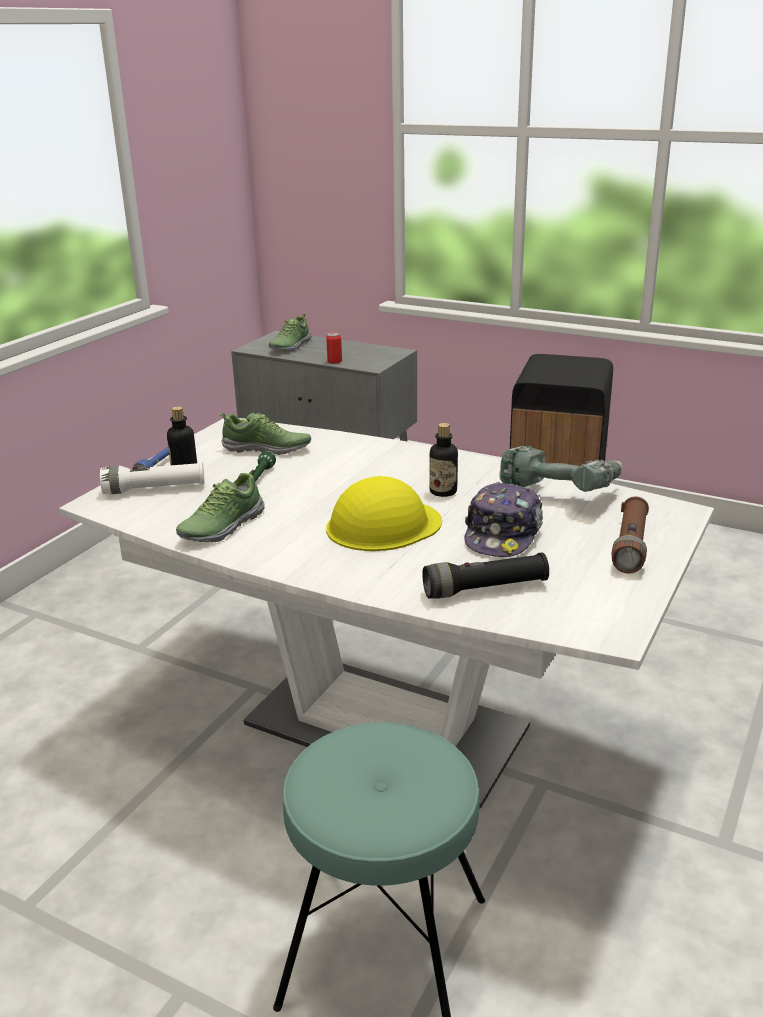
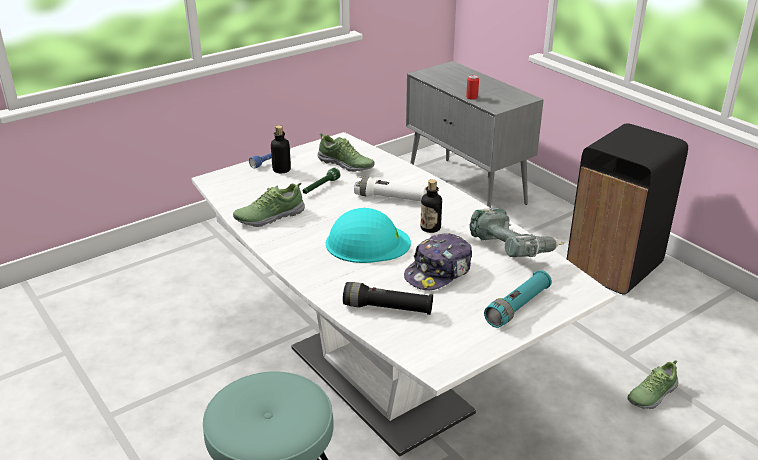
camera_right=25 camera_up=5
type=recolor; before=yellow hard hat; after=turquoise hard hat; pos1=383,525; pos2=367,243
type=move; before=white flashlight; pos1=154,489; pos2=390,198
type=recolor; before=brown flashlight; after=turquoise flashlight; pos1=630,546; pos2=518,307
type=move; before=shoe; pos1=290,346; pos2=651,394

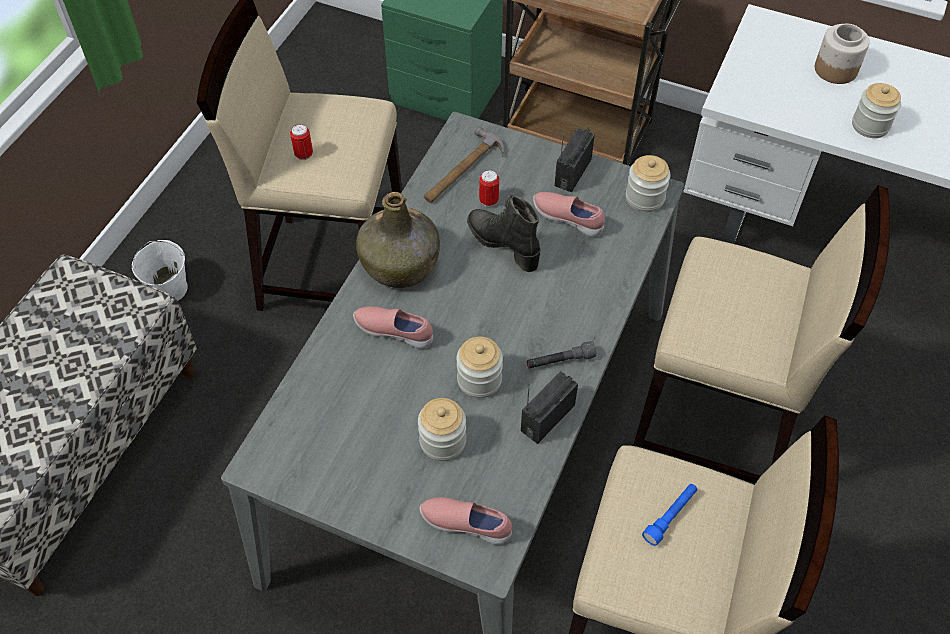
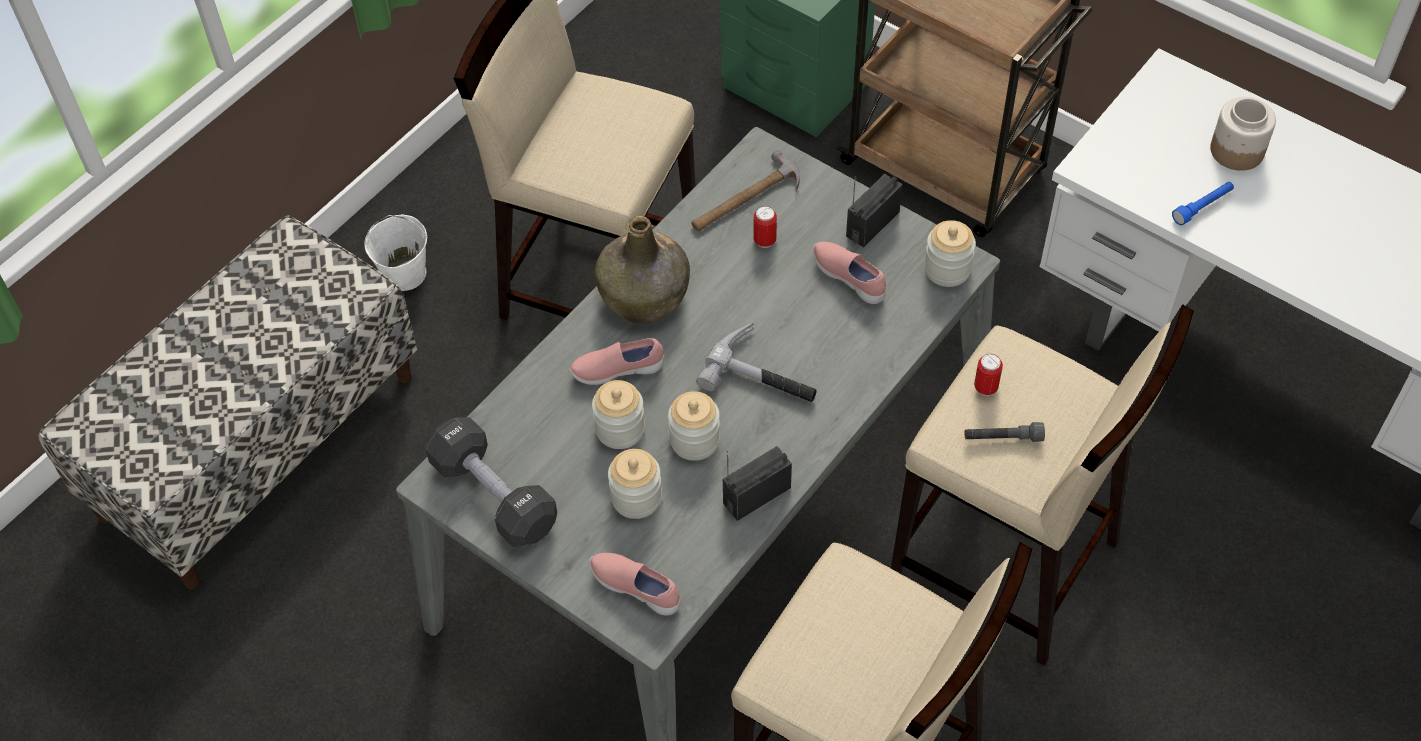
camera_right=15 camera_up=0
type=insert; after=black dumbbell; pos2=494,495
type=rotate; before=pink shoe; pos1=394,331; pos2=617,370; turn=-45
type=move; before=jar; pos1=870,125; pos2=620,429
type=insert; after=hammer; pos2=765,374
type=move; before=grey flashlight; pos1=560,361; pos2=1003,438
type=move; before=can; pos1=304,155; pos2=985,388
type=move; before=blue flashlight; pos1=670,516; pos2=1202,207
type=delete; before=black boot; pos1=503,245

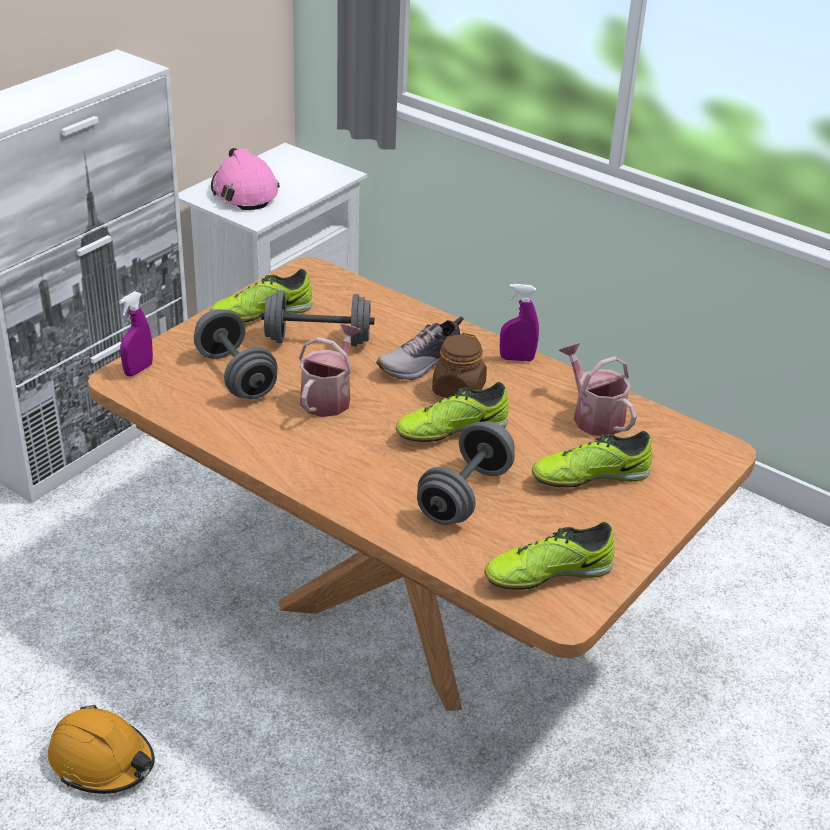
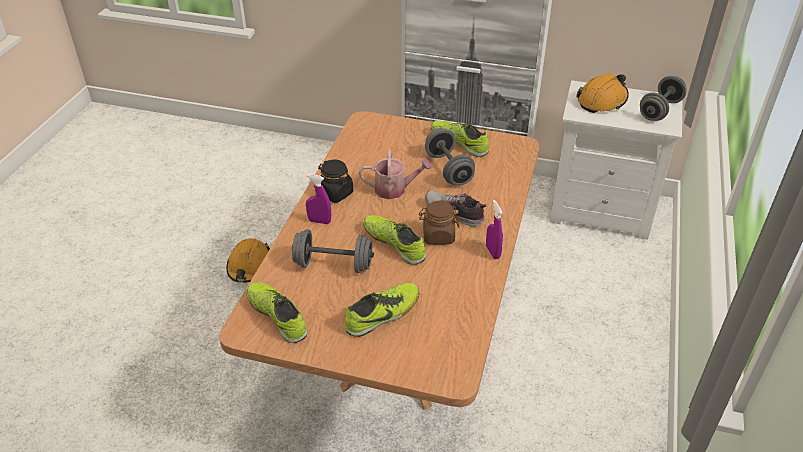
camera_right=70 camera_up=5
type=move; before=purple spray bottle; pos1=138,370; pos2=319,221
type=insert; after=black jar; pos2=335,193
type=rotate; before=shoe; pos1=590,476; pos2=383,314; turn=90
type=recolor; before=pink hard hat; after=orange hard hat; pos1=244,192; pos2=602,101
type=move; before=grey dumbbell; pos1=236,375; pos2=660,110
type=delete; before=watering can; pos1=593,416

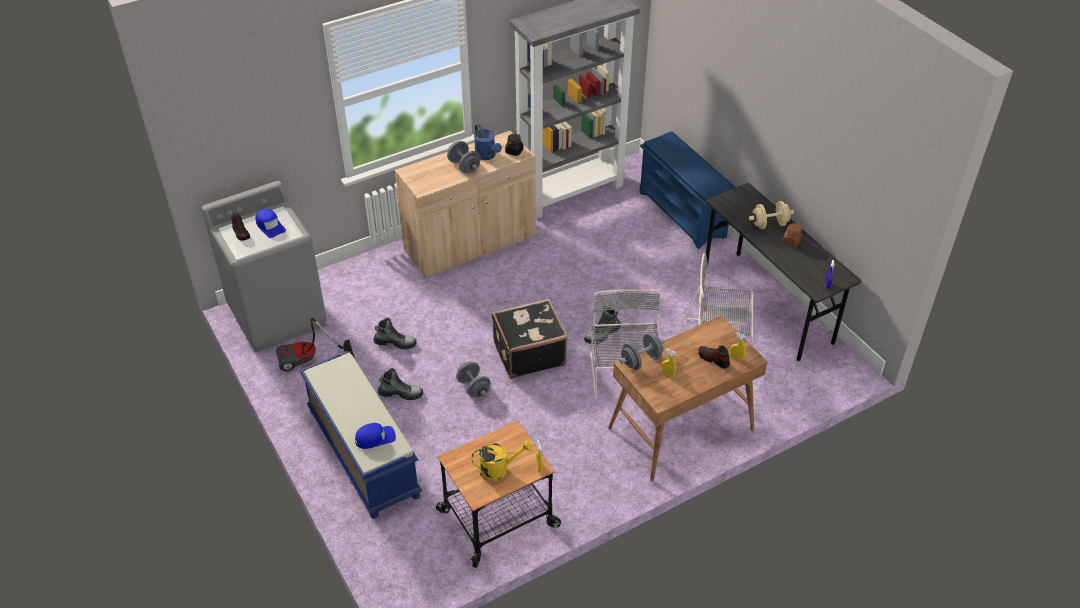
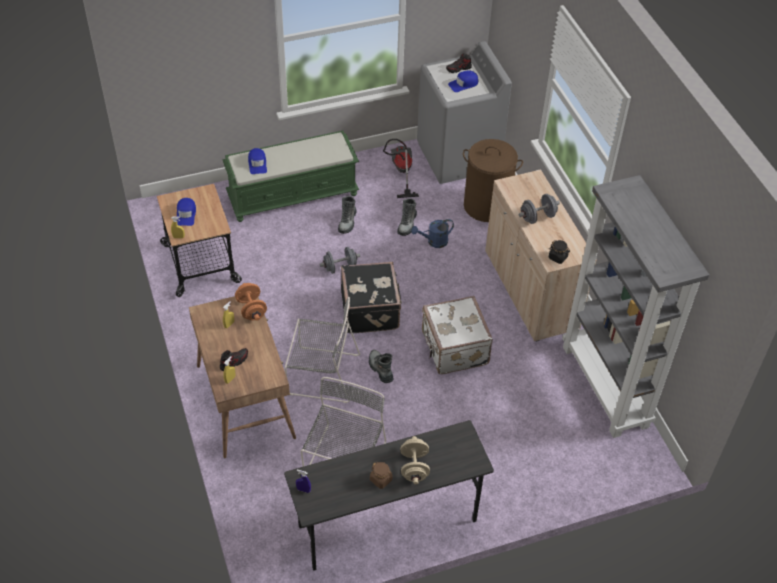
camera_right=100 camera_up=5
type=replace; before=yellow watering can; after=blue cap; pos1=499,469; pos2=186,214
type=recolor; before=blue bench; after=green bench; pos1=362,453; pos2=293,194
type=recolor; before=grey dumbbell; after=orange dumbbell; pos1=641,361; pos2=251,309
type=move; before=blue watering can; pos1=487,156; pos2=434,242
type=insert; after=white suitcase; pos2=453,349
type=insert; after=brown laundry basket; pos2=486,206
type=delete; before=blue shoe rack; pos1=683,214

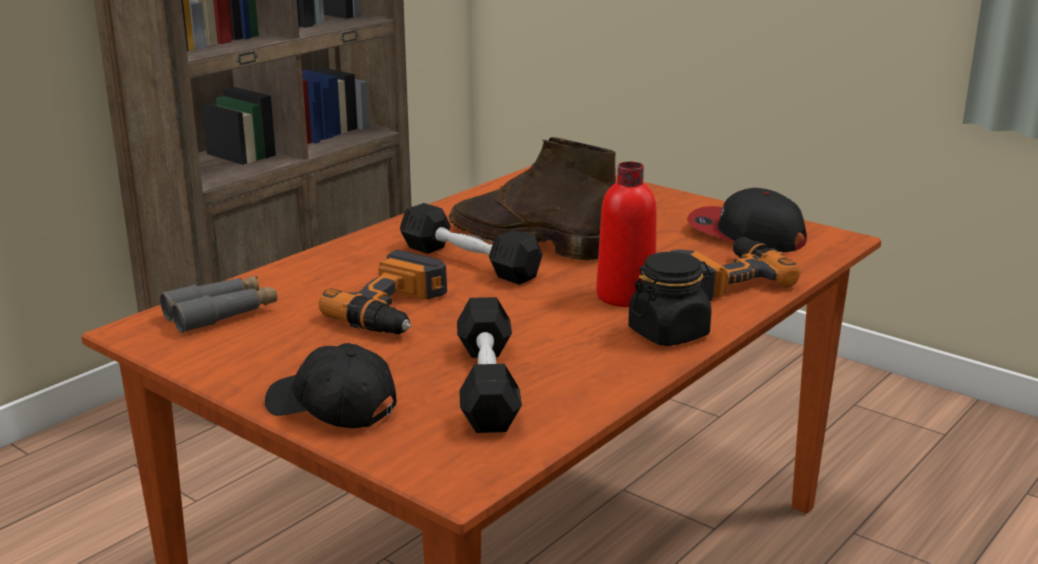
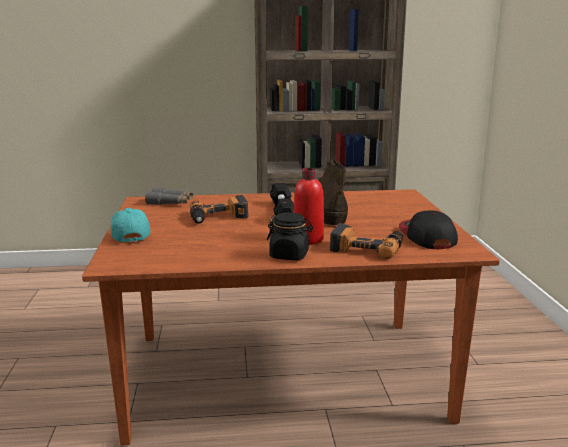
camera_right=45 camera_up=-5
type=recolor; before=black cap; after=turquoise cap; pos1=331,408; pos2=129,235
type=delete; before=black dumbbell; pos1=487,385

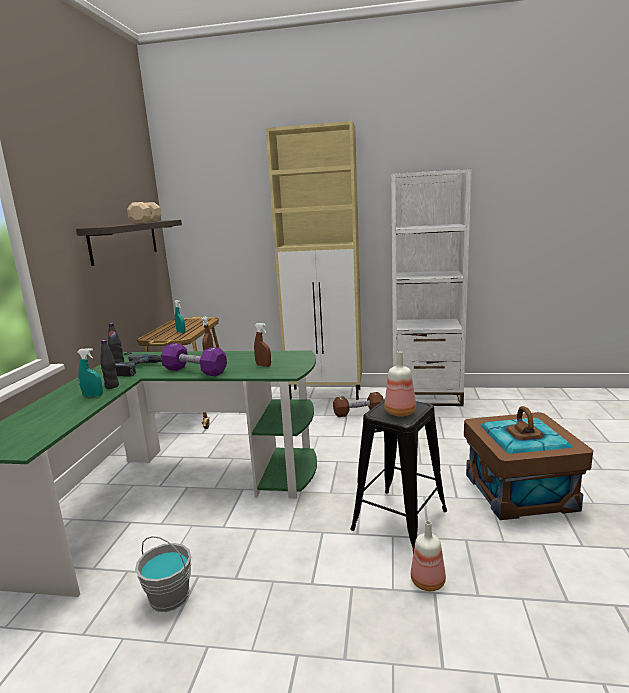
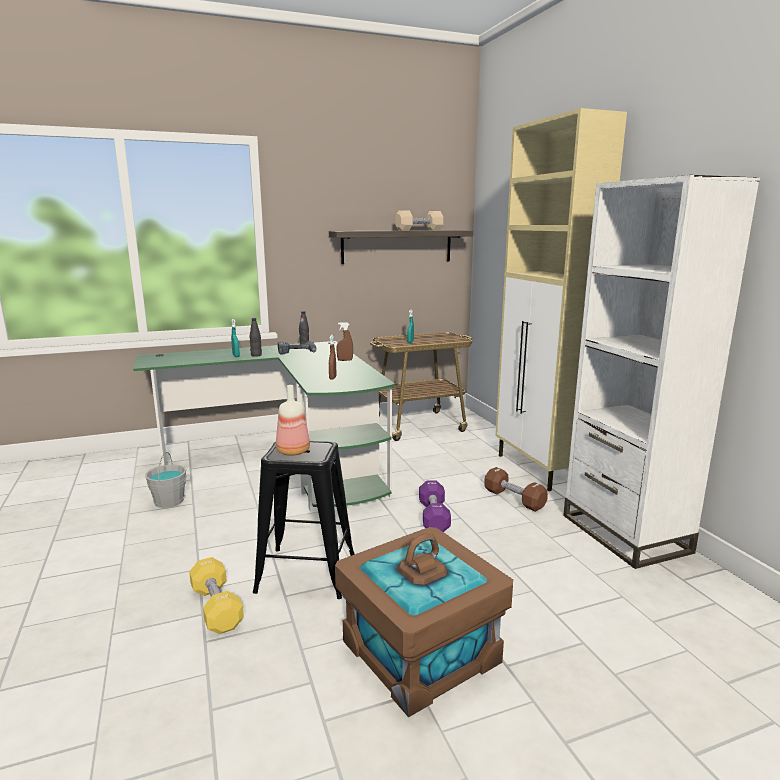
camera_right=60 camera_up=0
type=replace; before=bottle; after=yellow dumbbell; pos1=428,581; pos2=216,607
type=move; before=purple dumbbell; pos1=195,371; pos2=433,517

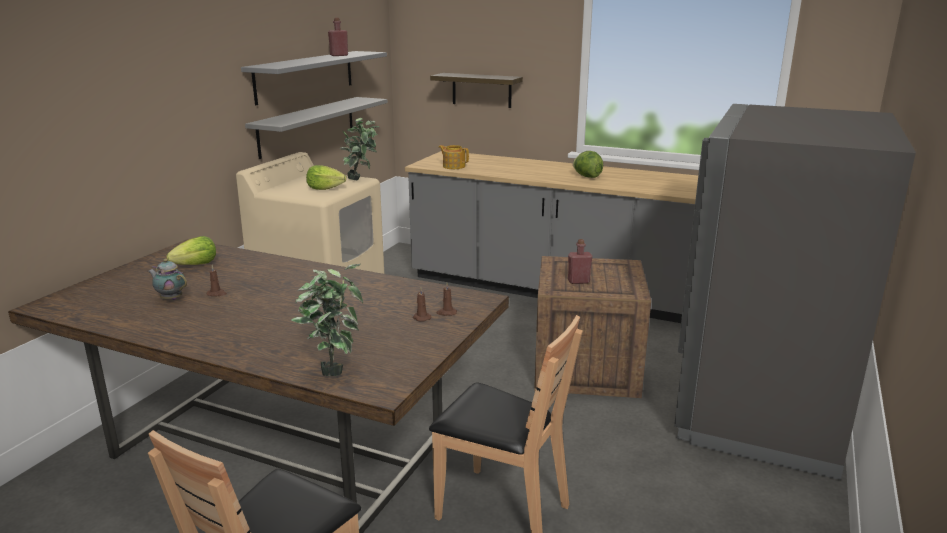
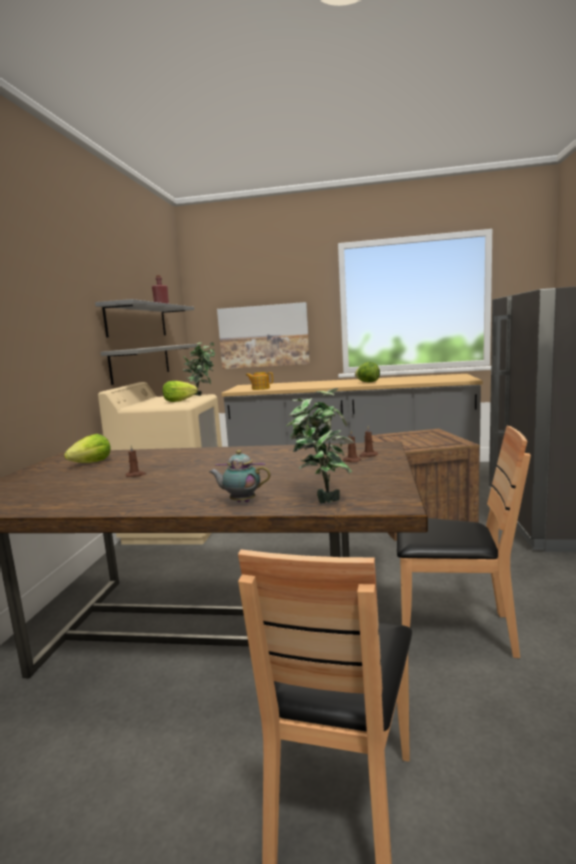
camera_right=-15 camera_up=-10
type=move; before=teapot; pos1=171,298; pos2=241,501
type=replace; before=shelf; after=picture; pos1=481,90; pos2=264,336
type=delete; before=red bottle; pos1=578,281

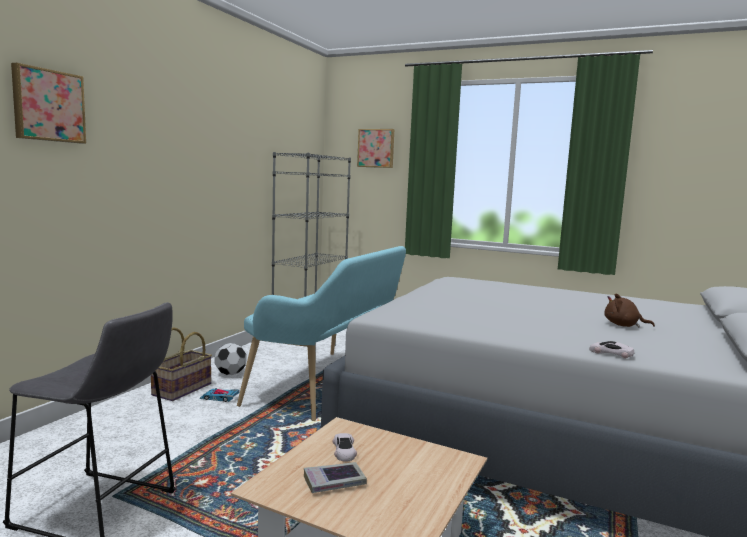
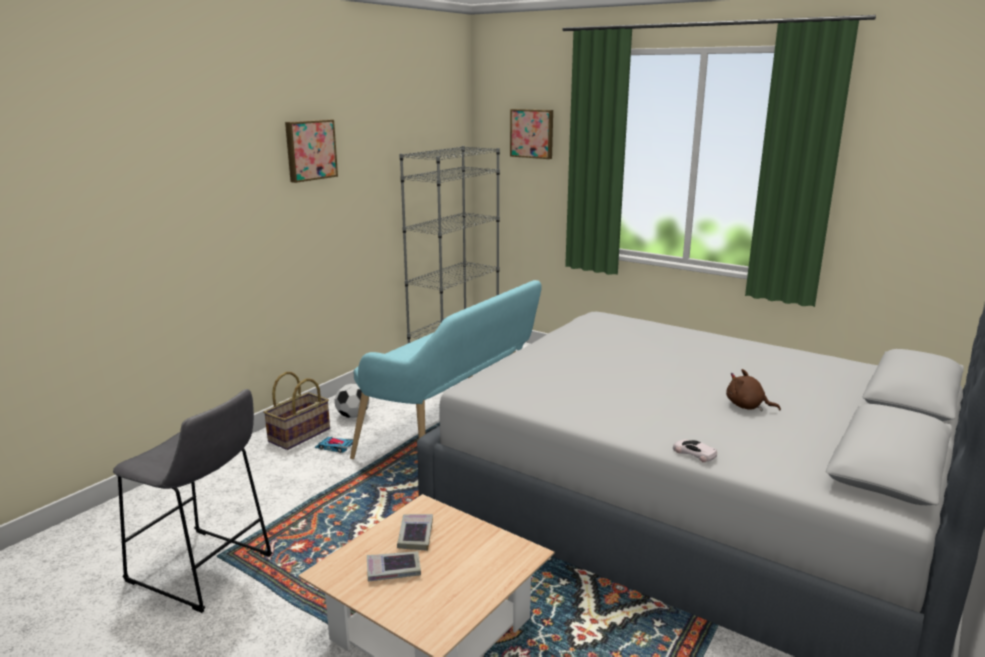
camera_right=10 camera_up=10
type=move; before=picture; pos1=48,105; pos2=310,150
type=replace; before=white toy car; after=book; pos1=344,450; pos2=415,535

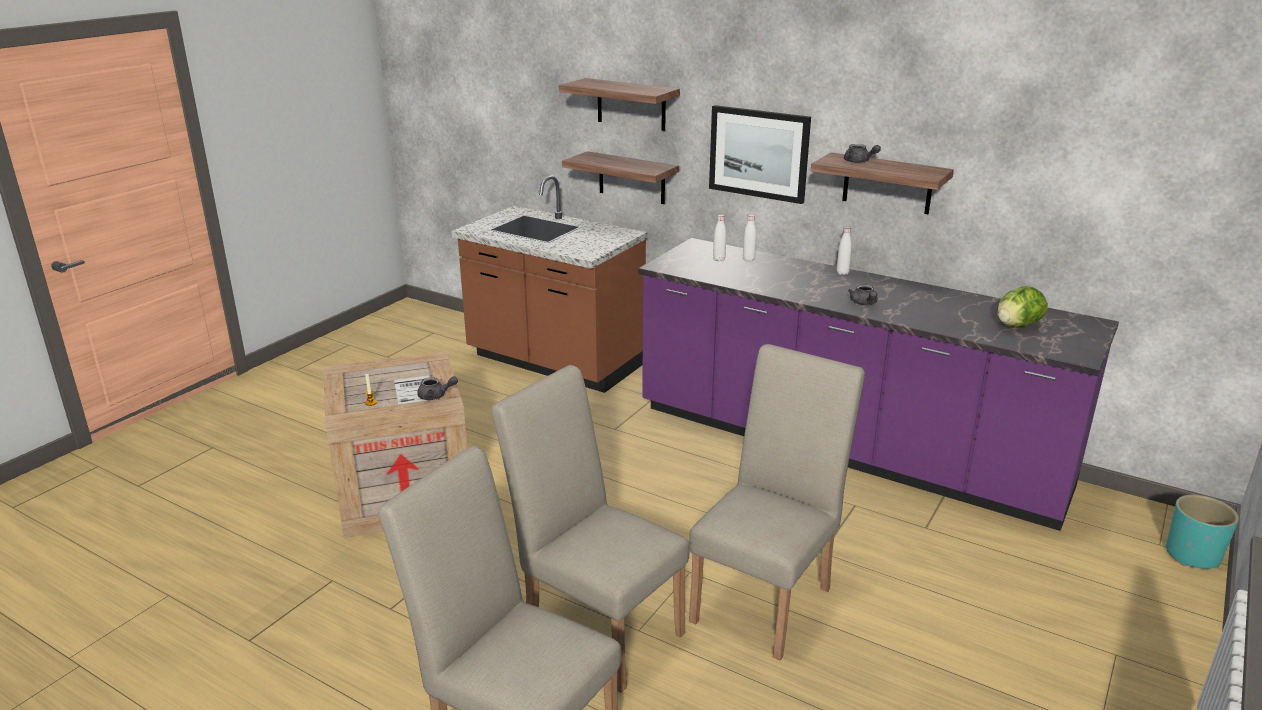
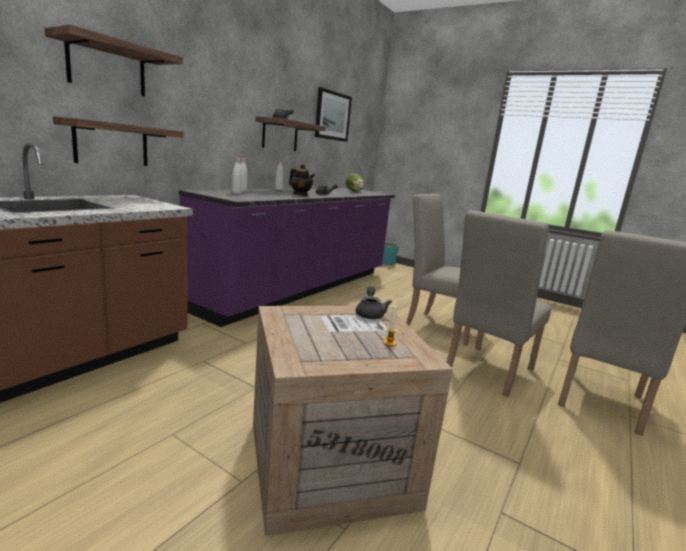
camera_right=-90 camera_up=-10
type=insert; after=teapot; pos2=300,195
type=move; before=picture; pos1=759,153; pos2=332,116

